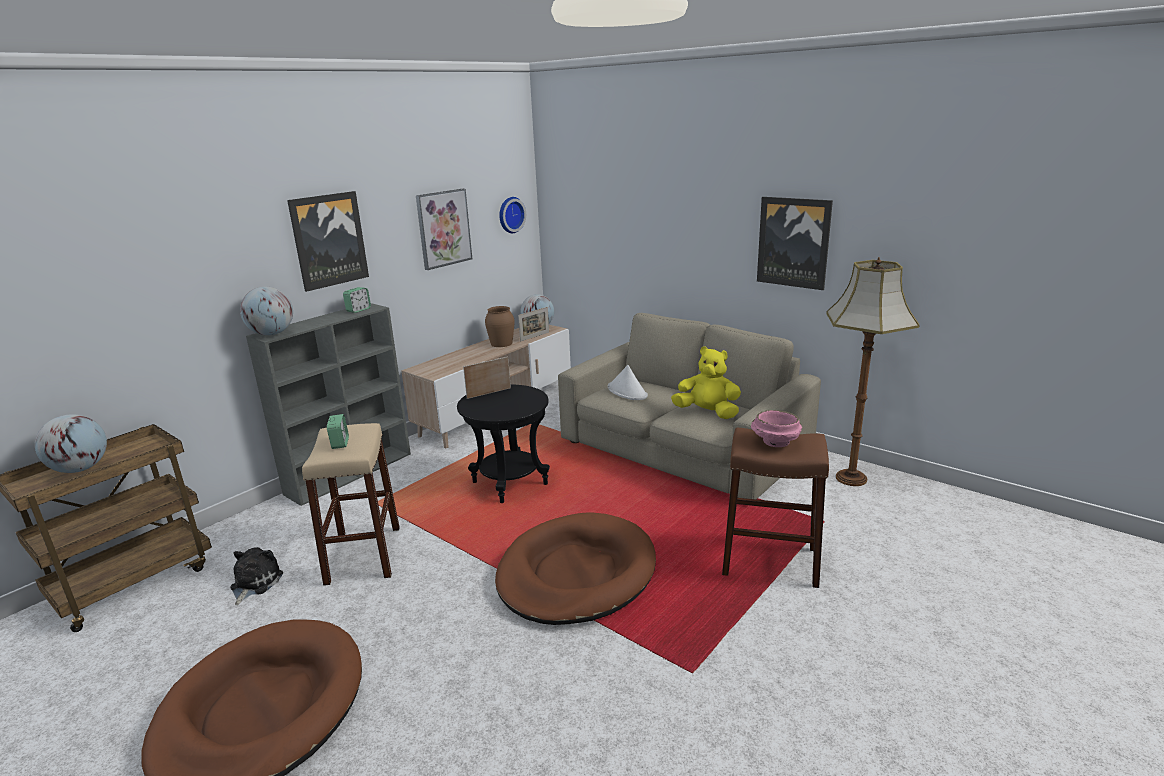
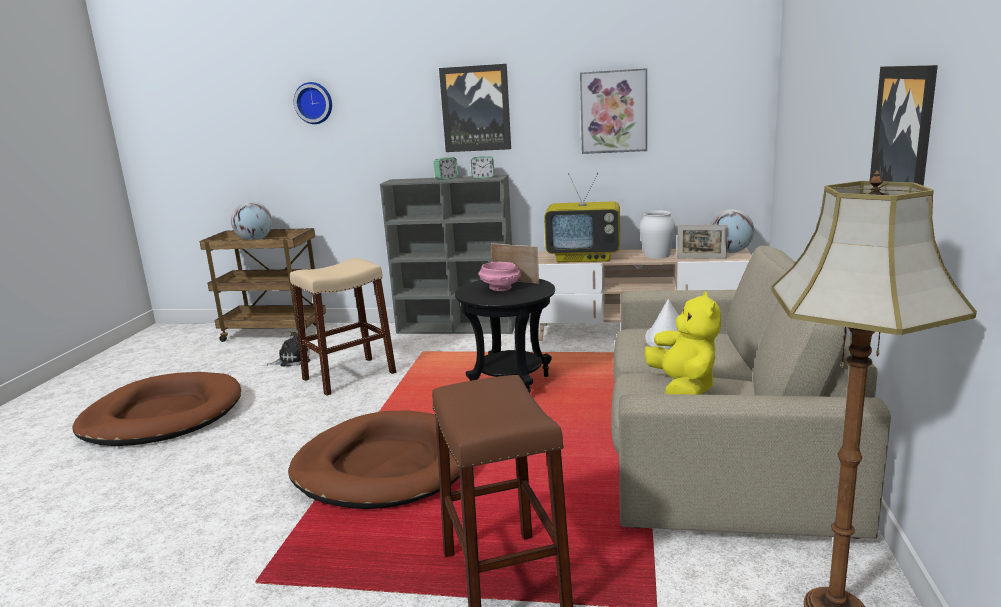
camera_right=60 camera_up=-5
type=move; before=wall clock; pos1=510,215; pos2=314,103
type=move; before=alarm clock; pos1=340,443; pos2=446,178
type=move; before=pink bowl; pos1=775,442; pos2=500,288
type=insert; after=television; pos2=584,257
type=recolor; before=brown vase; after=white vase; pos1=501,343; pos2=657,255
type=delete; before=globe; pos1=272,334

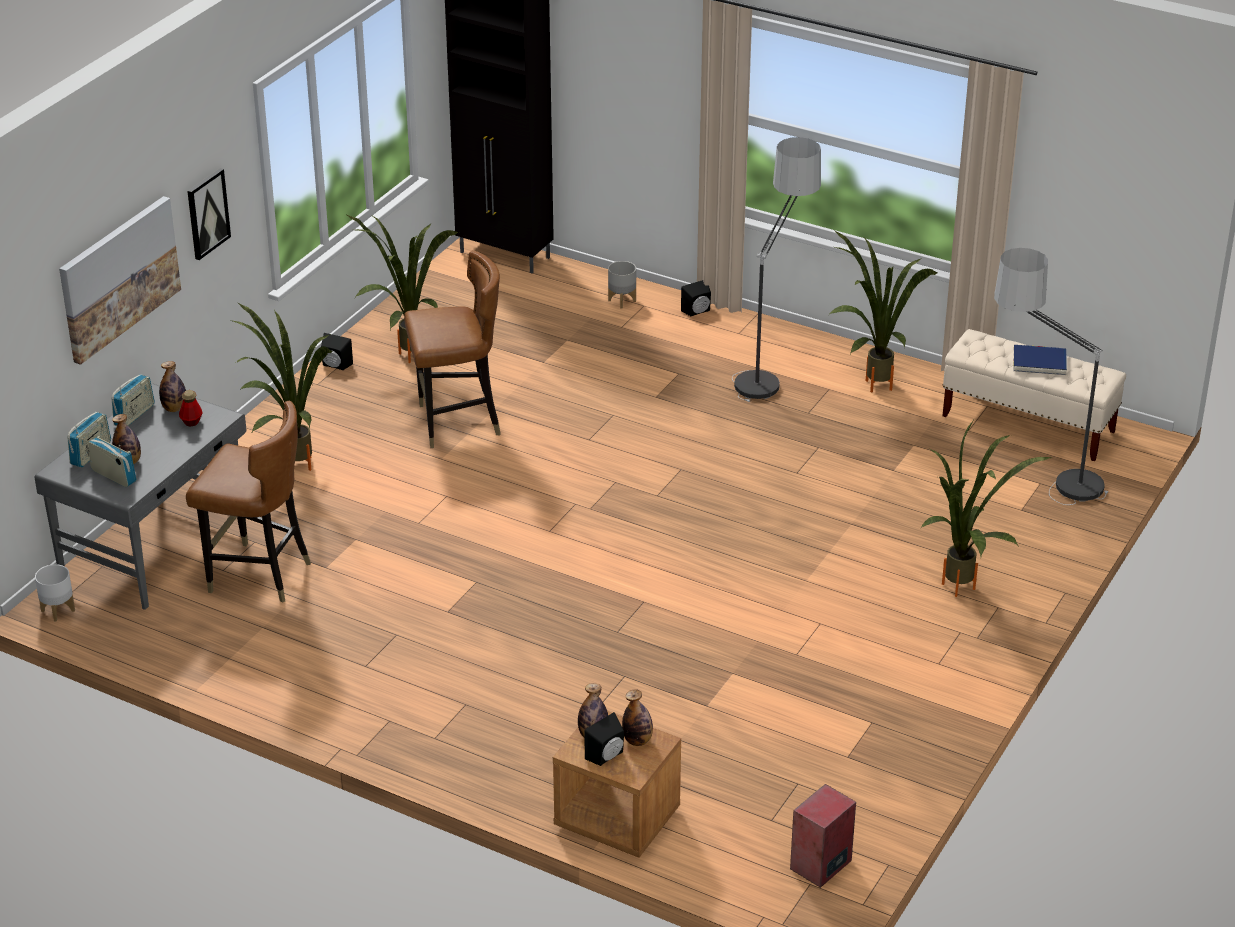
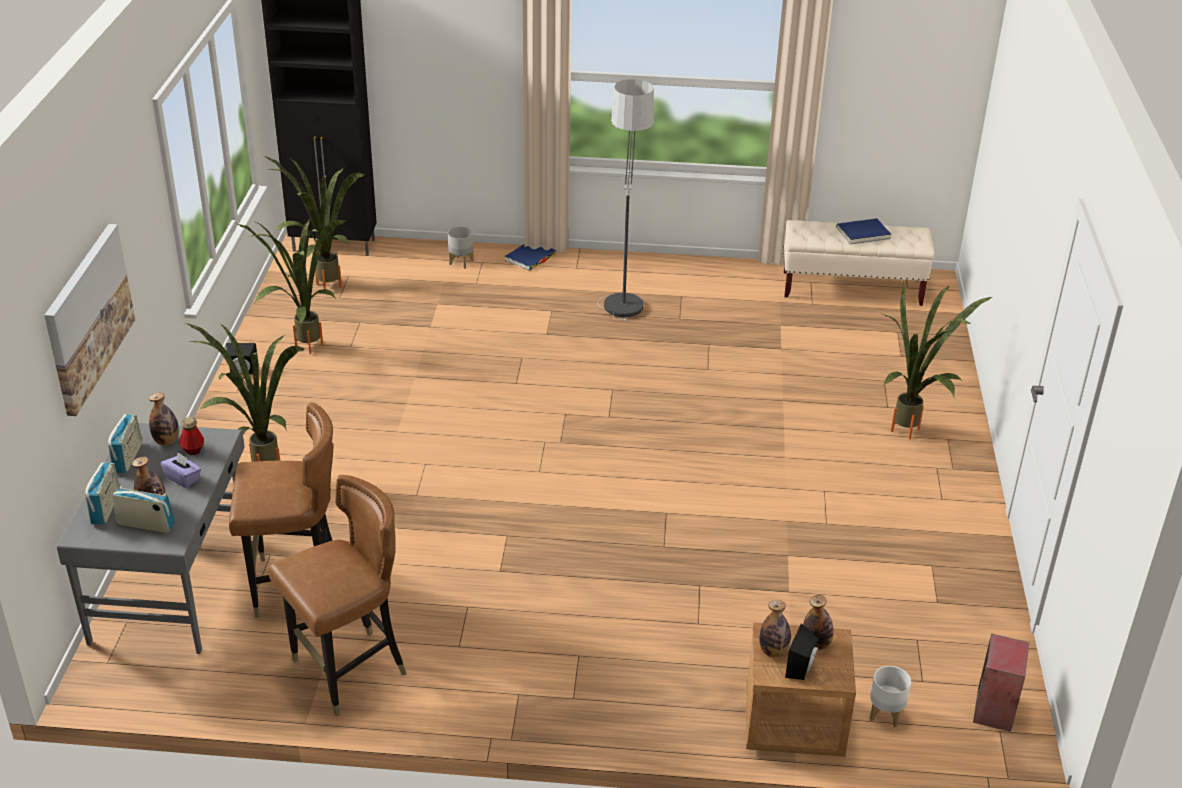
camera_right=-25 camera_up=0
type=insert; after=purple tissue box; pos2=183,478
type=move; before=potted plant; pos1=869,384; pos2=321,287
type=move; before=brown chair; pos1=457,423; pos2=349,672
type=replace; before=black speaker; after=blue book; pos1=697,312; pos2=530,258
type=move; before=white planter; pos1=57,611; pos2=885,715
type=delete; before=picture; pos1=207,213
type=delete; before=floor lamp; pos1=1040,481

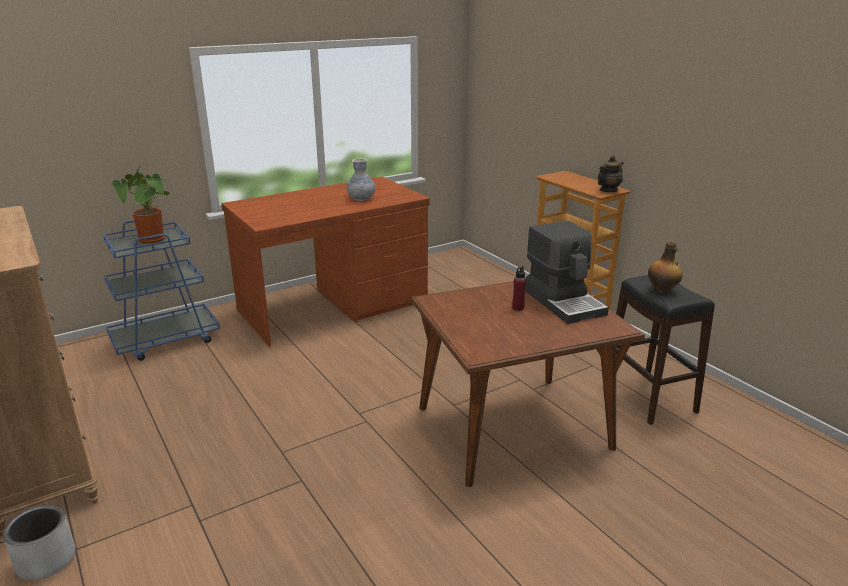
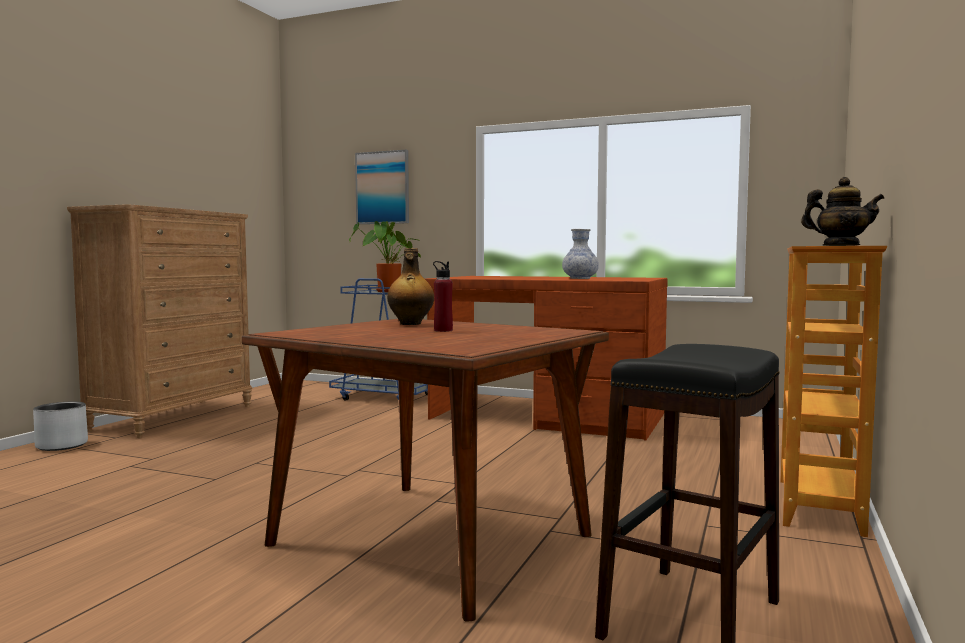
camera_right=55 camera_up=-20
type=insert; after=picture; pos2=383,188
type=move; before=bottle; pos1=662,290; pos2=410,324
type=delete; before=coffee machine; pos1=564,302

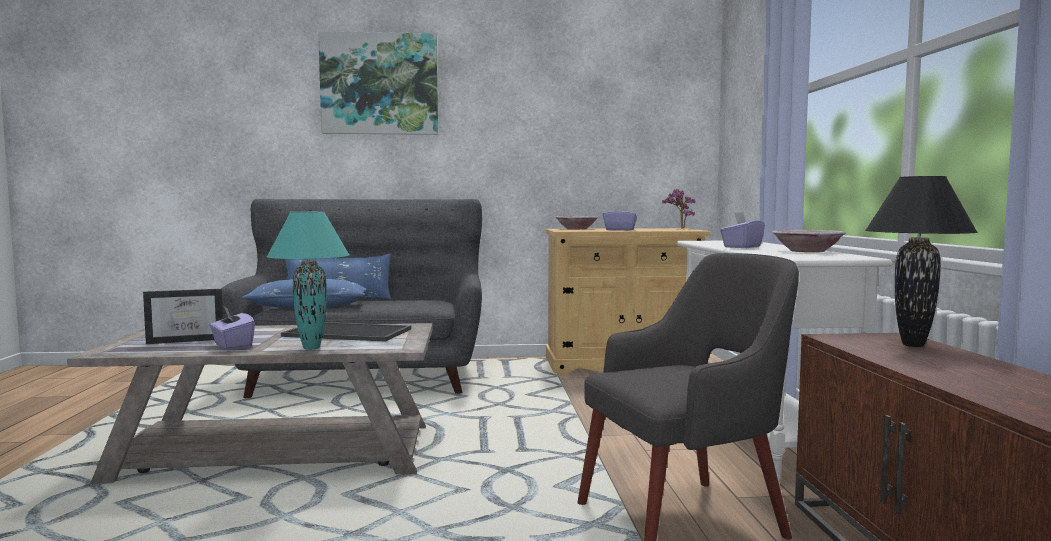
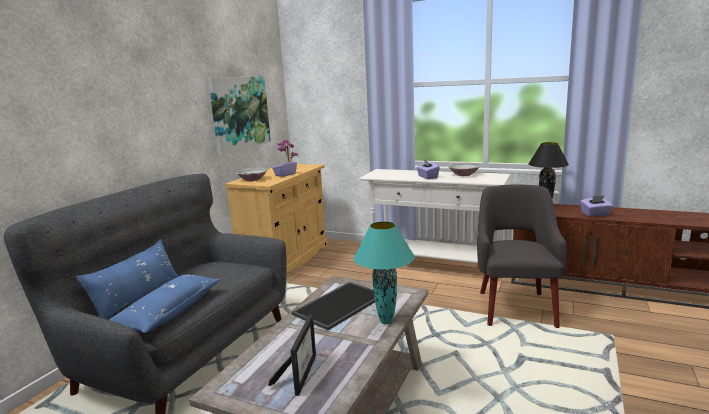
camera_right=-60 camera_up=10
type=move; before=picture; pos1=379,84; pos2=240,113
type=move; before=purple tissue box; pos1=232,345; pos2=595,214

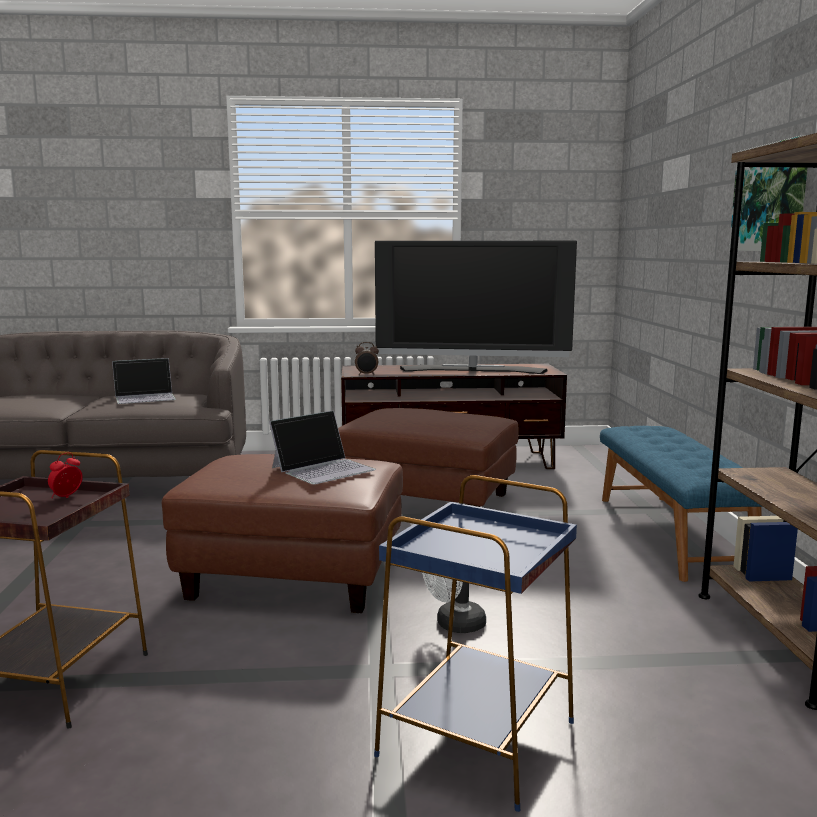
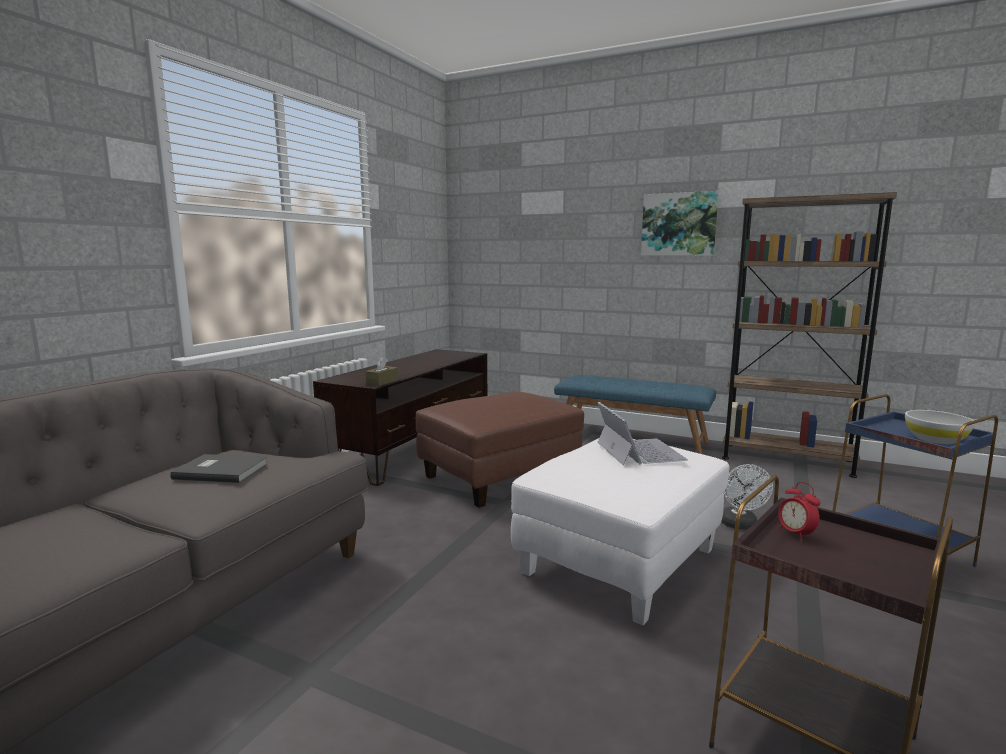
camera_right=-60 camera_up=0
type=replace; before=laptop; after=grey book; pos1=145,397; pos2=221,470
type=replace; before=alarm clock; after=brown tissue box; pos1=366,374; pos2=382,382
type=recolor; before=brown ottoman; after=white ottoman; pos1=294,578; pos2=620,562
type=insert; after=white bowl; pos2=935,439
type=delete; before=television; pos1=473,370

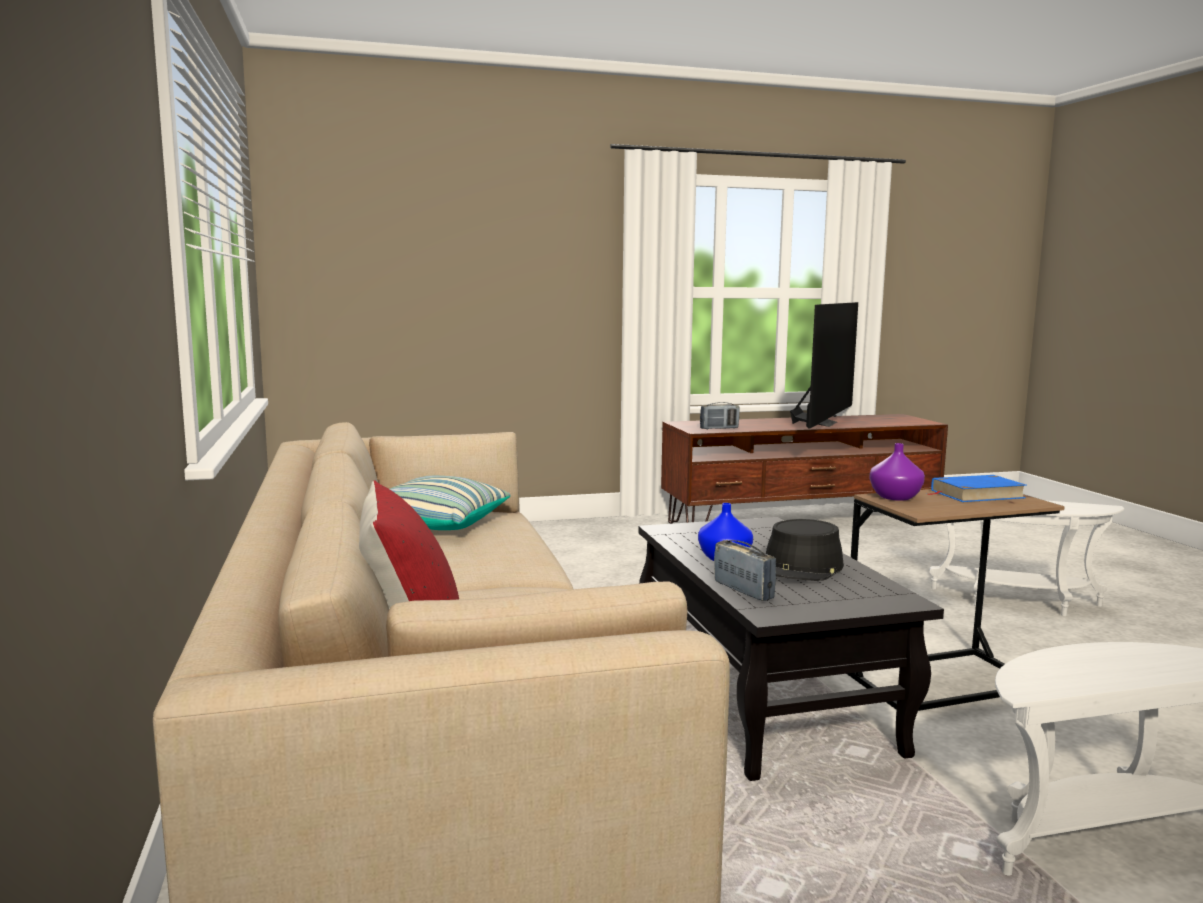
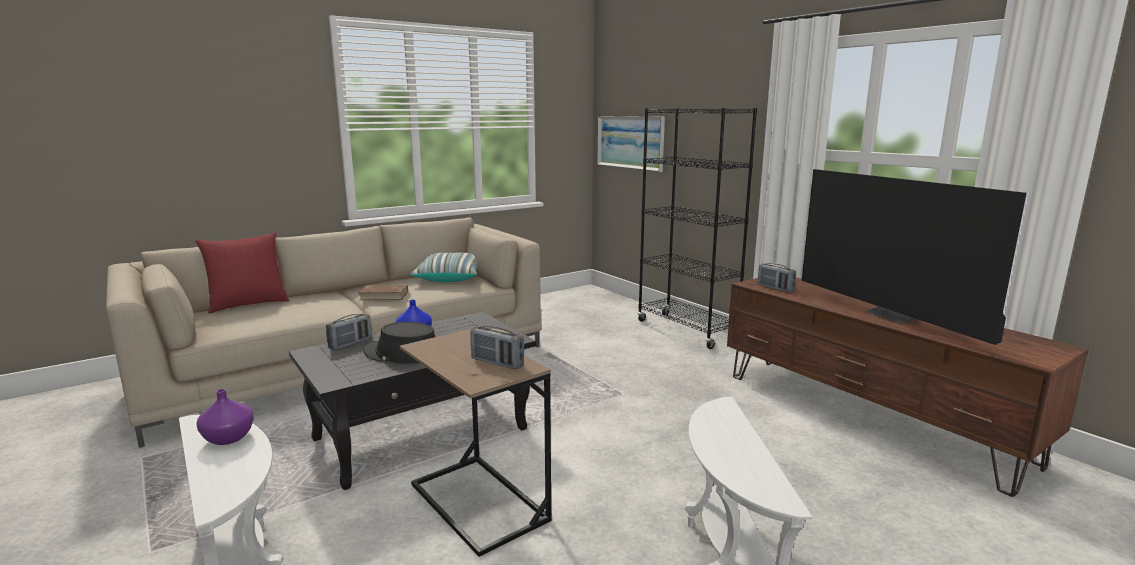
camera_right=70 camera_up=5
type=move; before=purple vase; pos1=895,497; pos2=227,438
type=insert; after=brown book; pos2=384,296
type=replace; before=blue book; after=radio; pos1=976,494; pos2=497,363
type=insert; after=picture; pos2=630,142
type=insert; after=black bookcase; pos2=686,331
type=rotate; before=television; pos1=821,423; pos2=892,316; turn=60

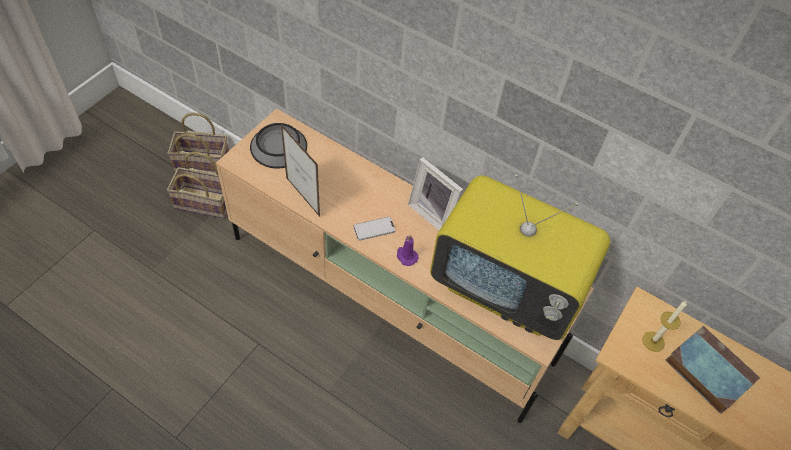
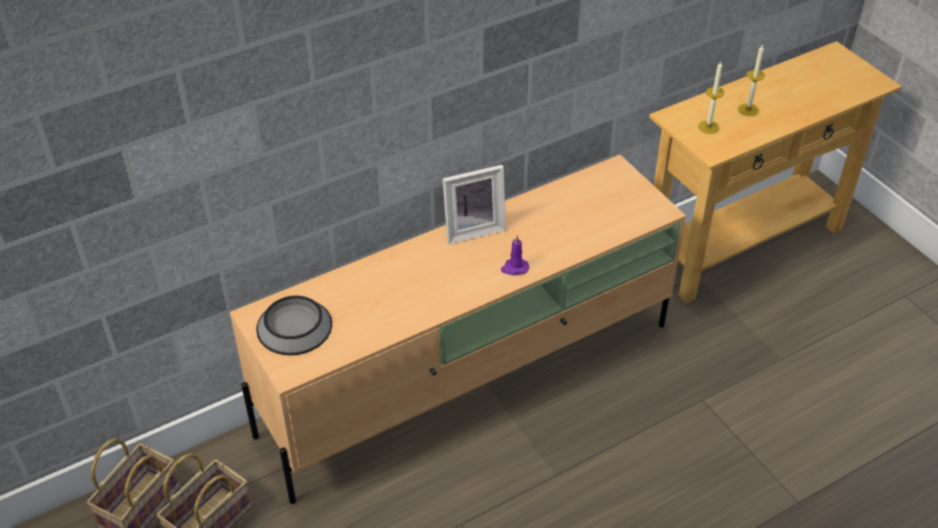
camera_right=-60 camera_up=-10
type=replace; before=book; after=candle; pos1=706,370; pos2=748,109
type=delete; before=picture frame; pos1=303,197
type=delete; before=phone; pos1=374,229
type=delete; before=television; pos1=507,288

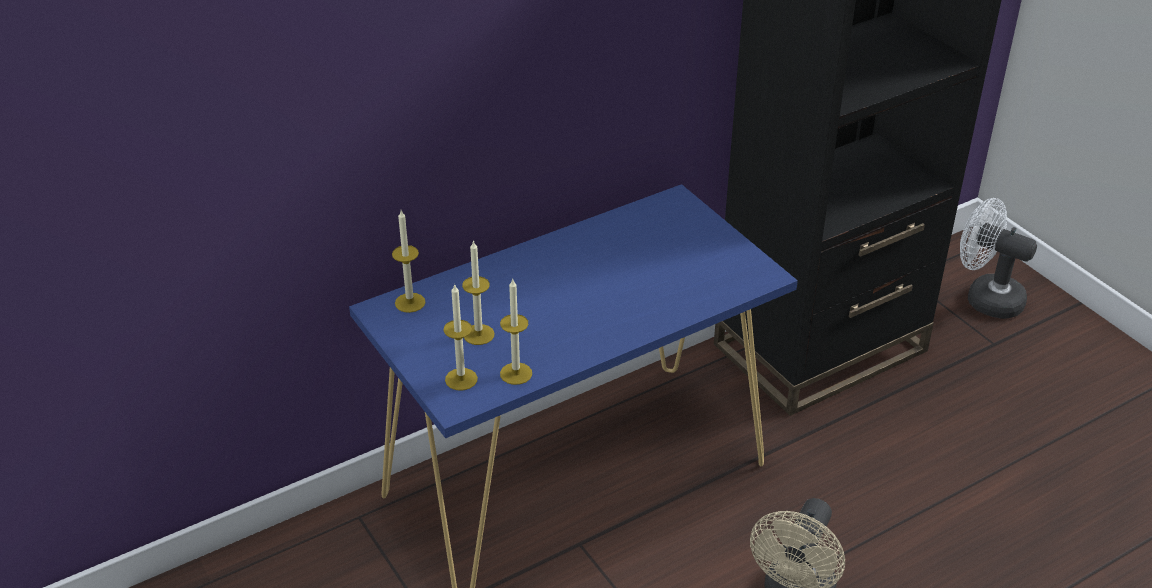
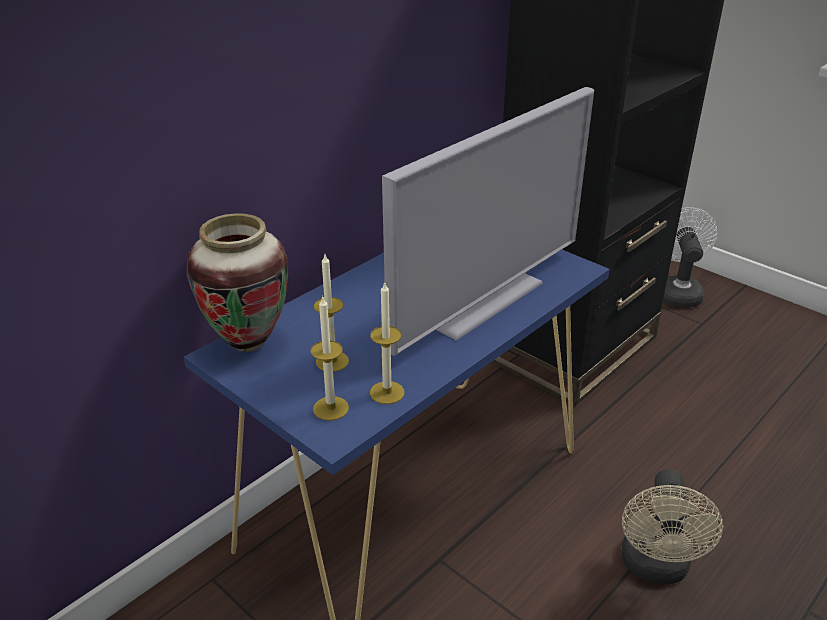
camera_right=-15 camera_up=-5
type=replace; before=candle; after=vase; pos1=410,302; pos2=248,343
type=insert; after=television; pos2=482,300
type=rotate; before=white fan; pos1=985,298; pos2=677,292; turn=75

